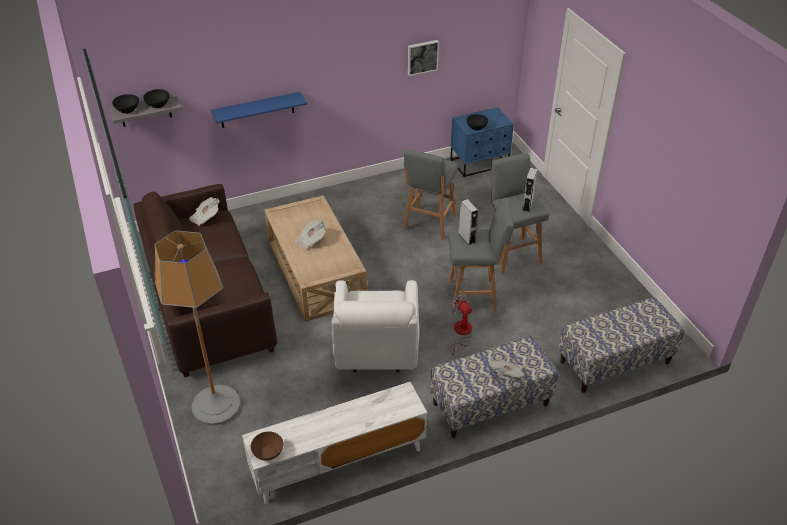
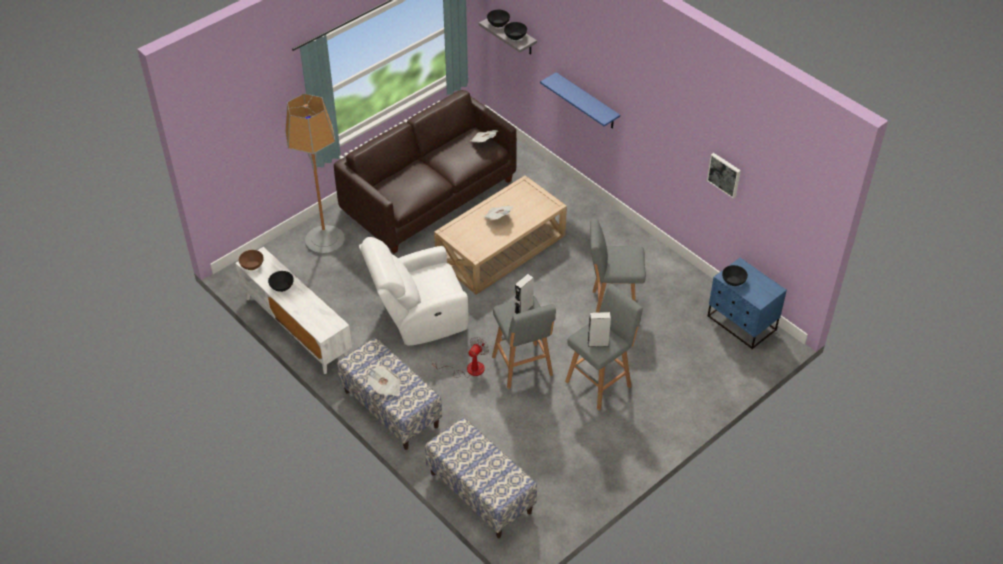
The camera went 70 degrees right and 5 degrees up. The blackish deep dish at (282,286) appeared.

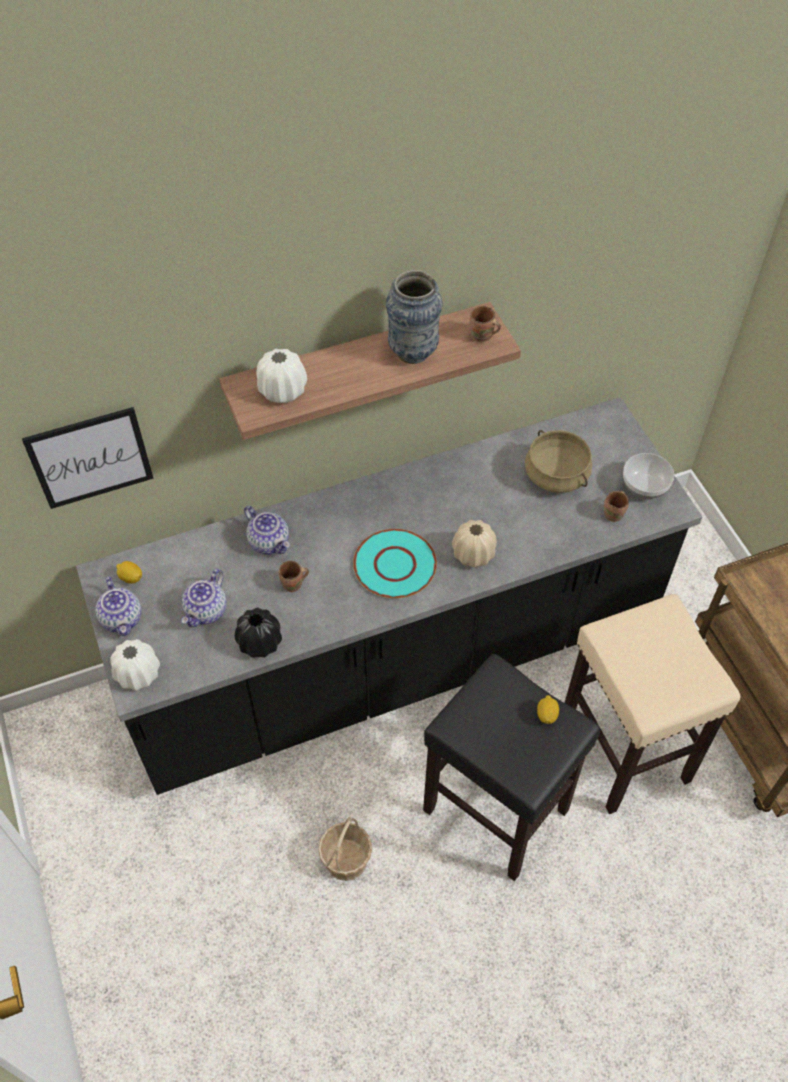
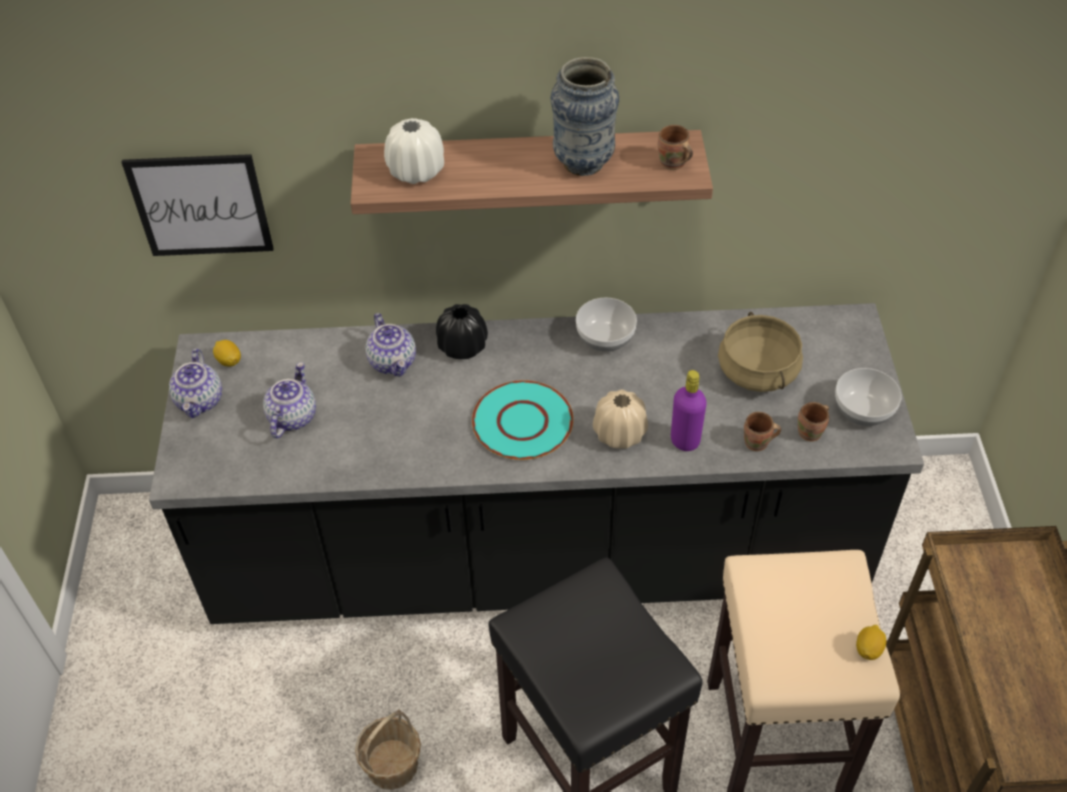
The camera went 20 degrees right and 5 degrees down. The pot for tea at (206,611) turned 150 degrees clockwise. The blackish vase moved from (260,642) to (462,346). The deep dish at (605,339) appeared. The purplish drink bottle at (685,441) appeared. The brown tea mug moved from (294,585) to (758,444). The lemon moved from (546,715) to (868,649). The white-coloured vase at (138,674) disappeared.

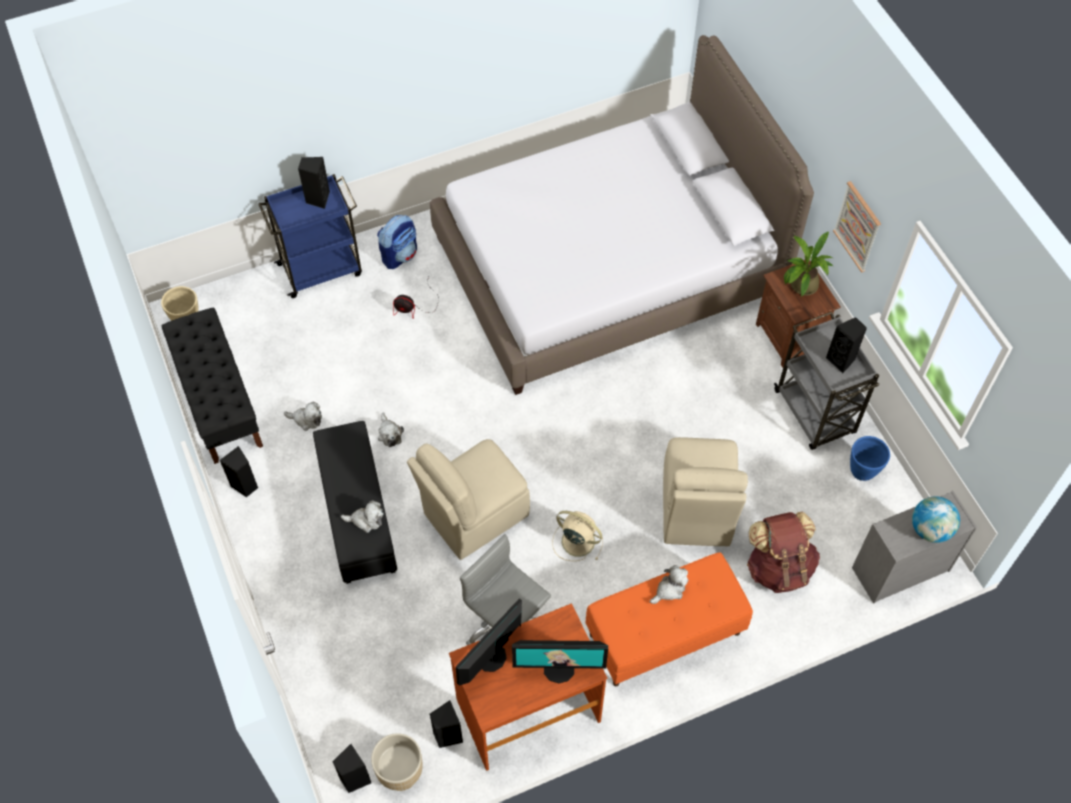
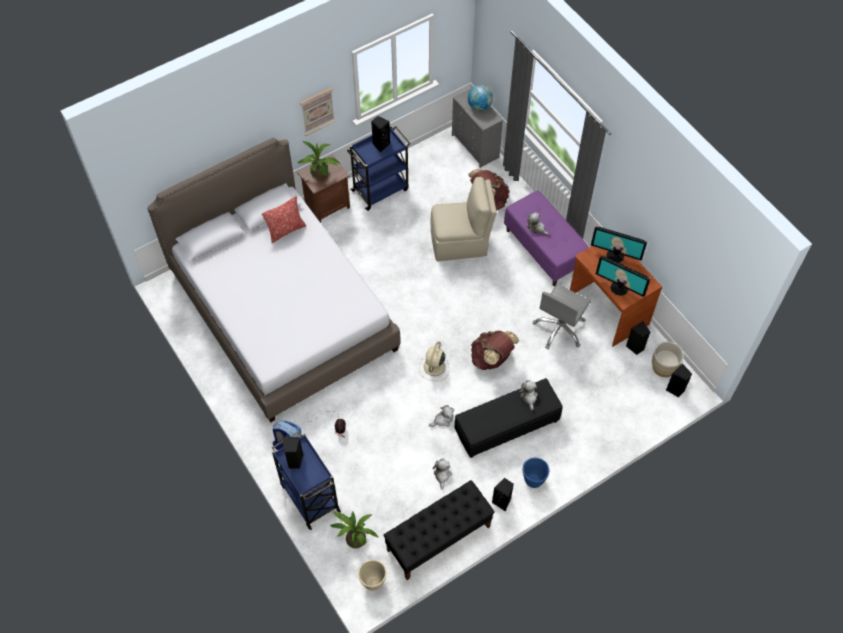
The camera went 100 degrees left and 0 degrees up. The pillow at (286,230) appeared. The houseplant at (354,537) appeared. The gray wheeled cart at (815,414) became the blue wheeled cart at (381,189). The sand-coloured electric fan moved from (576,540) to (434,367). The sand-coloured chair at (473,515) was replaced by the brown backpack at (492,359). The orange-coloured indoor bench at (664,634) became the purplish indoor bench at (544,250). The blue plant pot moved from (862,471) to (533,480). The monitor at (559,668) turned 120 degrees clockwise.

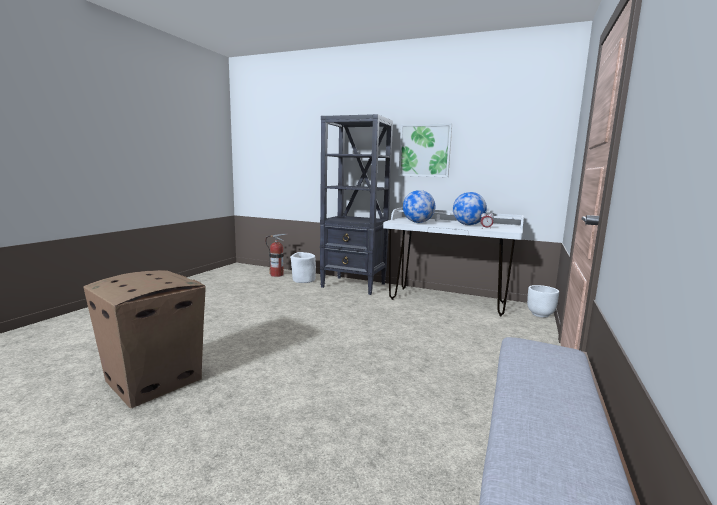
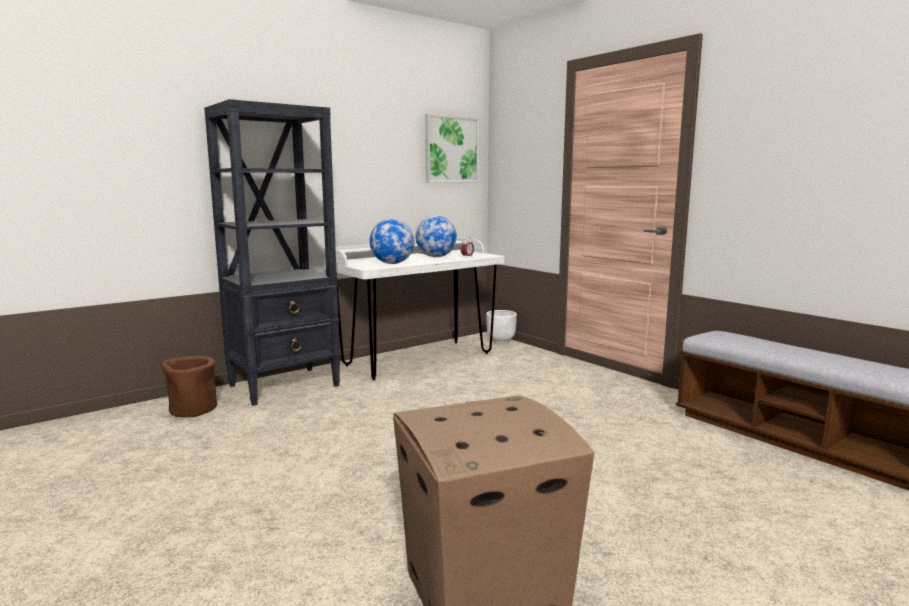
The camera went 60 degrees left and 0 degrees up. The white-coloured plant pot at (303,280) became the brown plant pot at (192,410). The wall art moved from (424,150) to (451,149). The fire extinguisher at (277,275) disappeared.

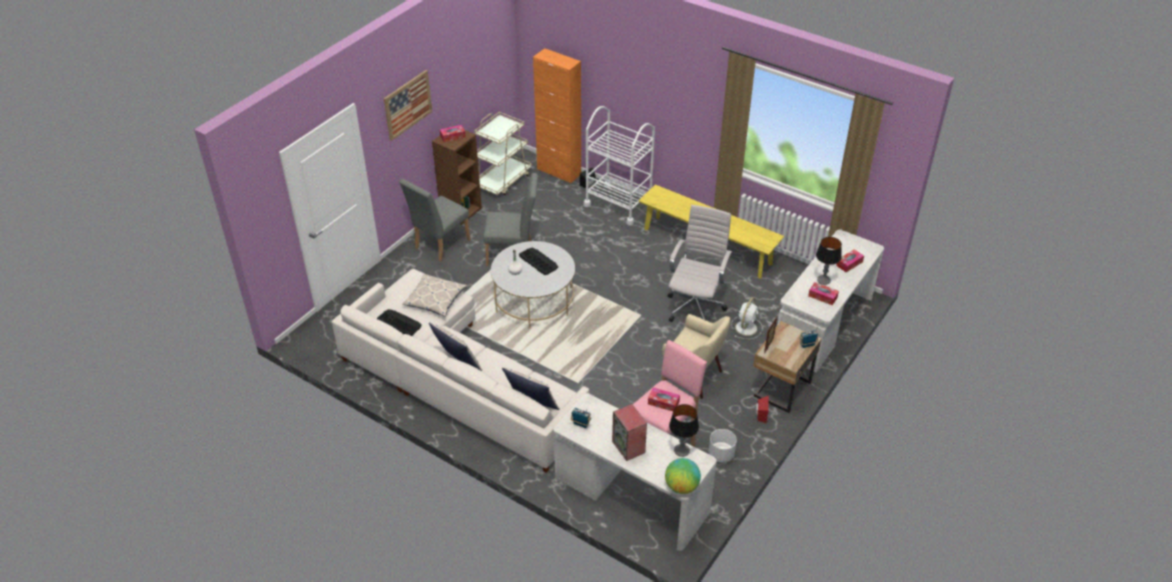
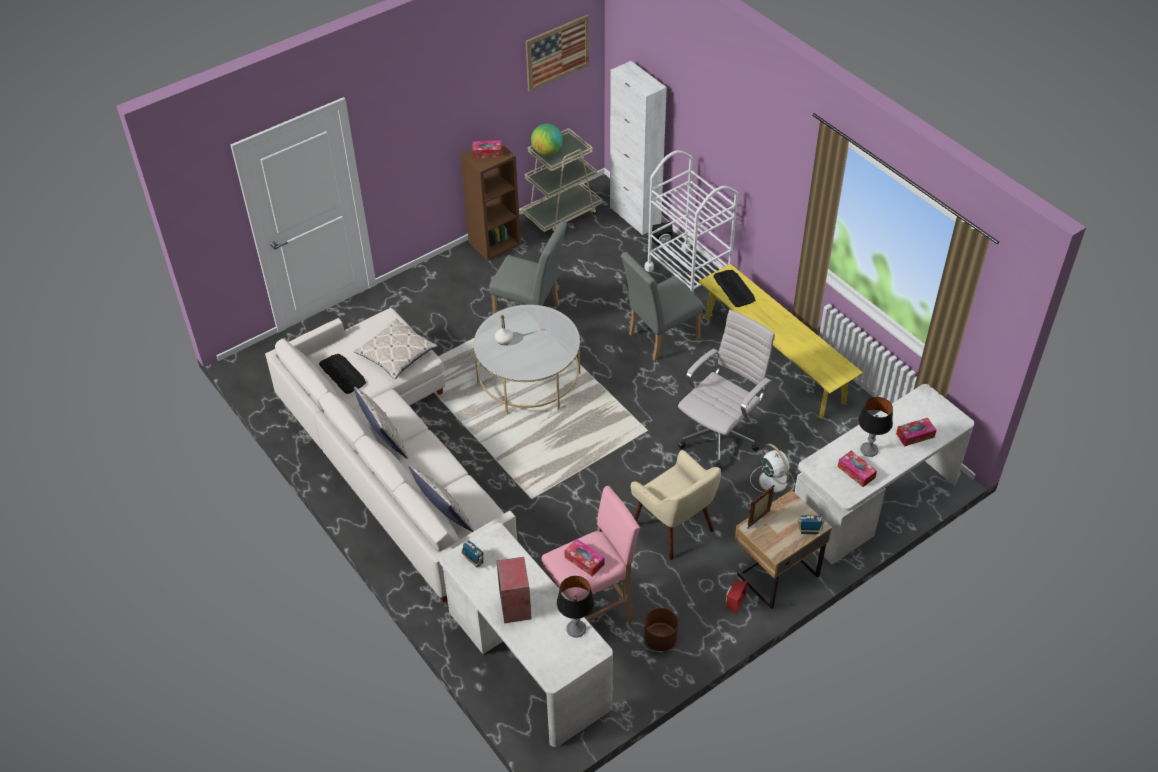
The camera went 20 degrees right and 5 degrees up. The wall art moved from (407,104) to (557,52). The desk globe moved from (681,487) to (547,152). The orange-coloured storage cabinet at (559,172) became the white-coloured storage cabinet at (635,216). The gray chair moved from (439,245) to (659,338). The white-coloured plant pot at (721,454) became the brown plant pot at (660,639). The keyboard moved from (538,261) to (734,288). The white-coloured electric fan at (746,327) turned 75 degrees counterclockwise.

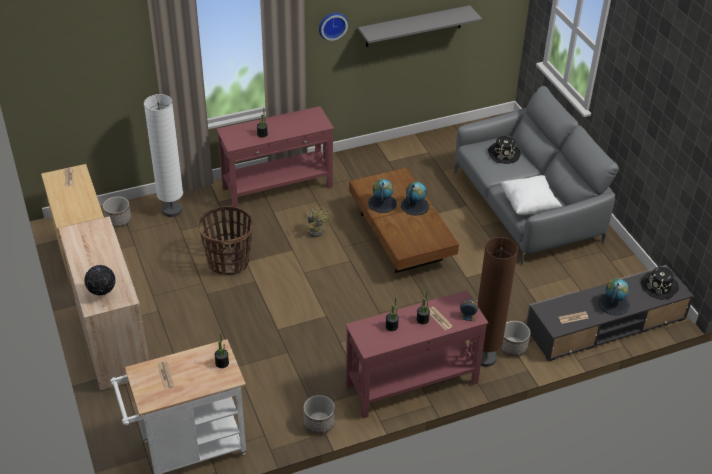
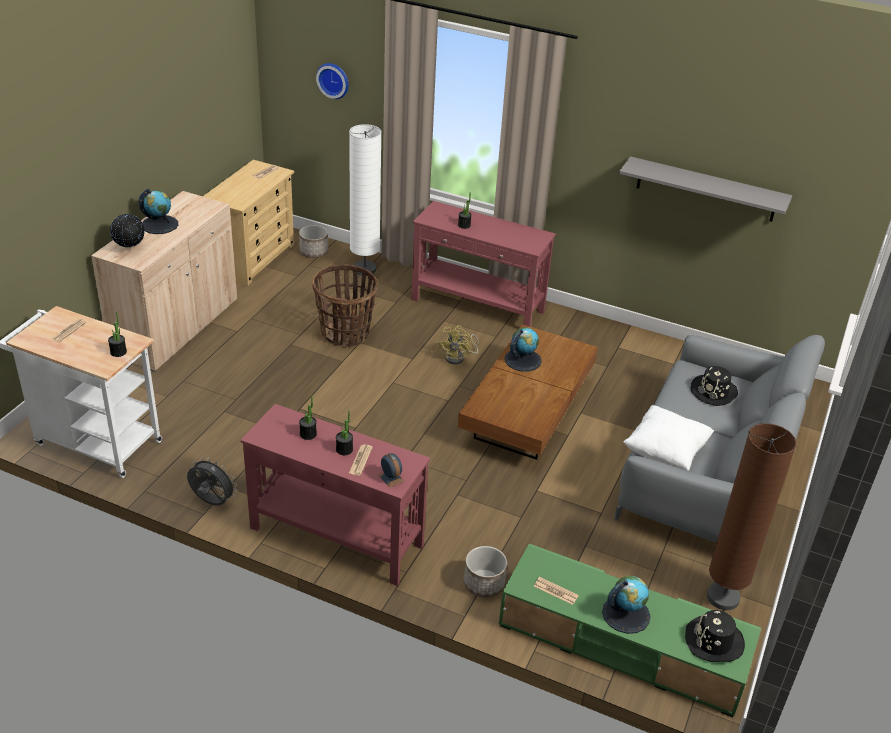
The camera went 45 degrees right and 5 degrees down. The desk globe moved from (415,206) to (160,224). The plant pot at (319,423) was replaced by the gray electric fan at (211,502). The hanging clock moved from (332,25) to (334,80). The gray media console at (605,324) became the green media console at (622,644). The brown standing lamp moved from (485,358) to (723,597).

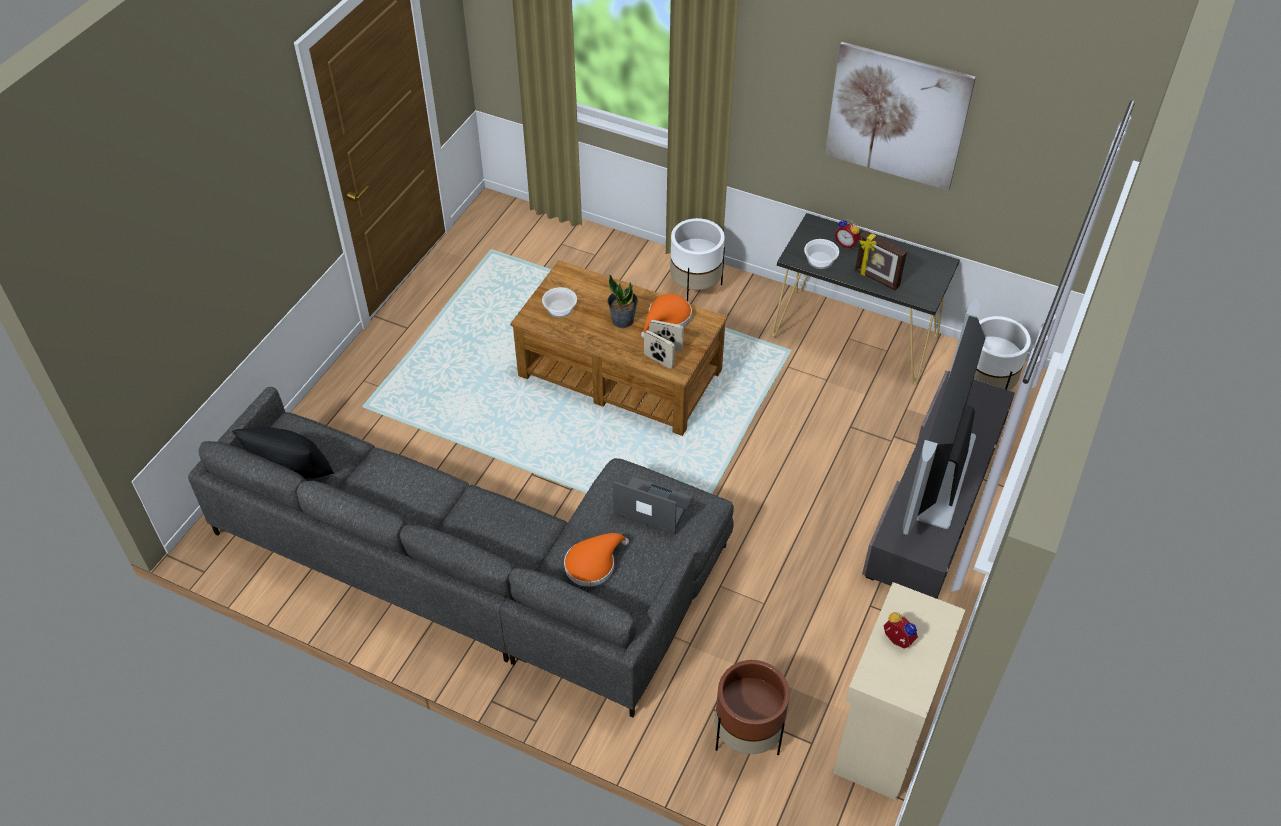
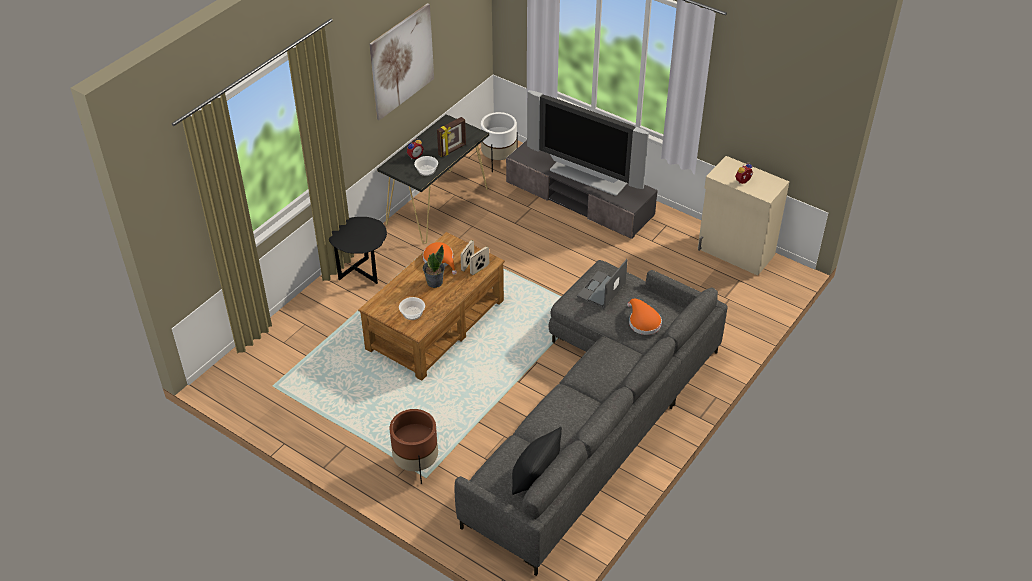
The camera went 80 degrees left and 5 degrees down. The white-coloured plant pot at (695,288) was replaced by the blackish accent table at (363,274). The brown plant pot moved from (747,736) to (416,465).

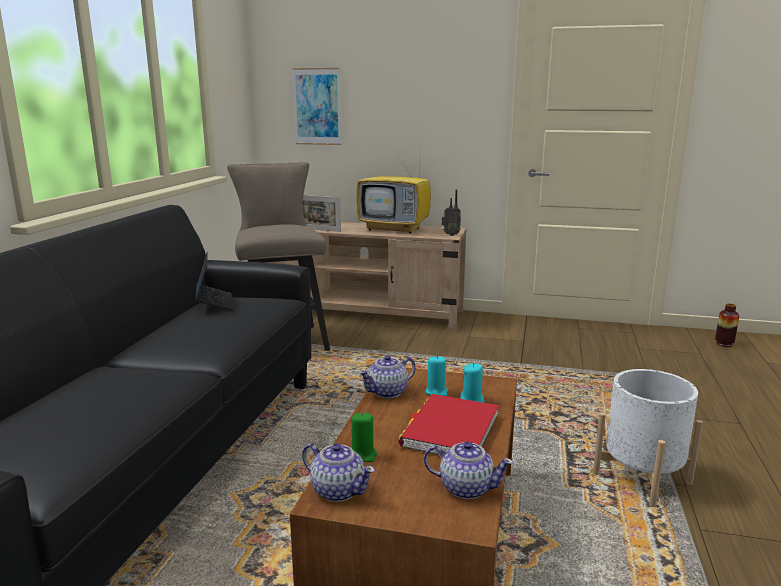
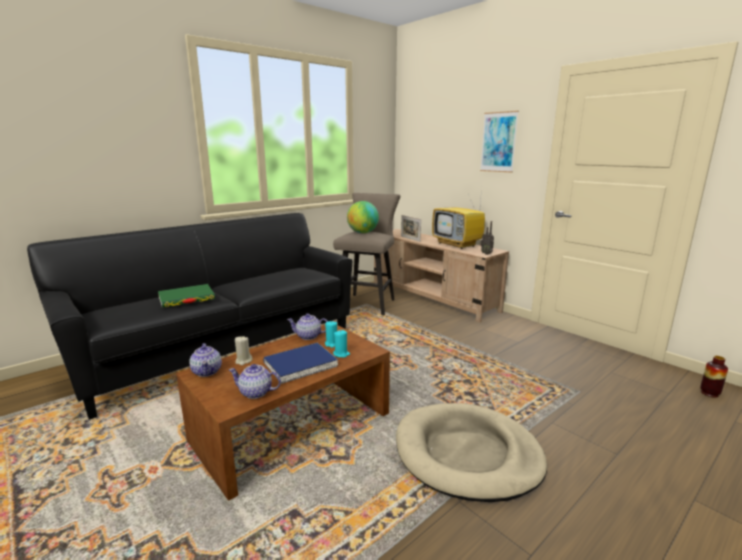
The camera went 35 degrees right and 0 degrees up. The green volume at (186,298) appeared. The pot for tea at (465,488) turned 135 degrees clockwise. The green wax light at (363,455) became the sand-coloured wax light at (243,361). The red-coloured volume at (450,431) became the blue volume at (300,365). The desk globe at (362,233) appeared. The white-coloured plant pot at (642,478) was replaced by the sand-coloured pet bed at (467,454). The wall art moved from (317,106) to (498,142). The portable computer at (214,303) disappeared.

